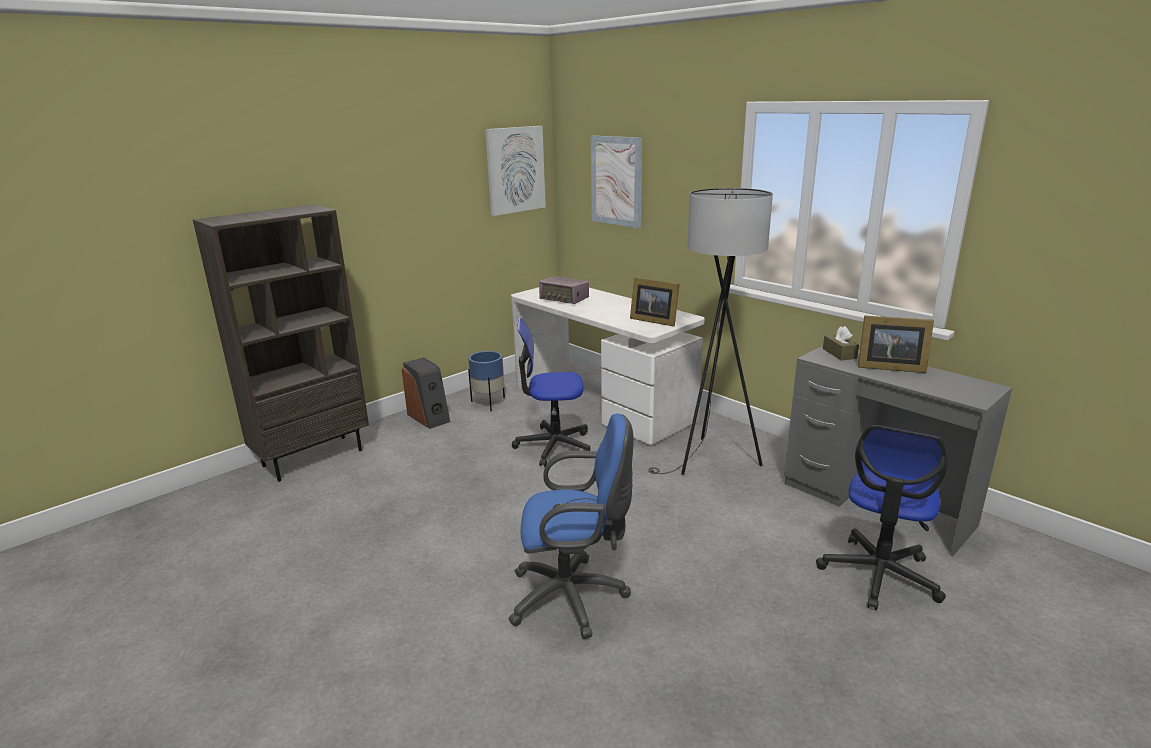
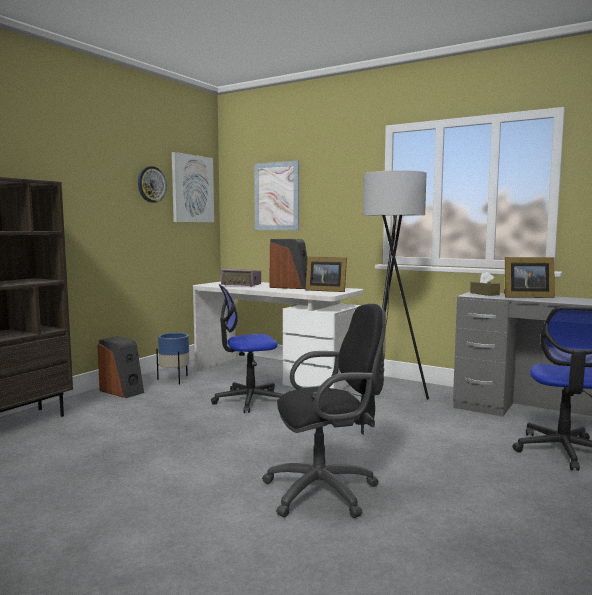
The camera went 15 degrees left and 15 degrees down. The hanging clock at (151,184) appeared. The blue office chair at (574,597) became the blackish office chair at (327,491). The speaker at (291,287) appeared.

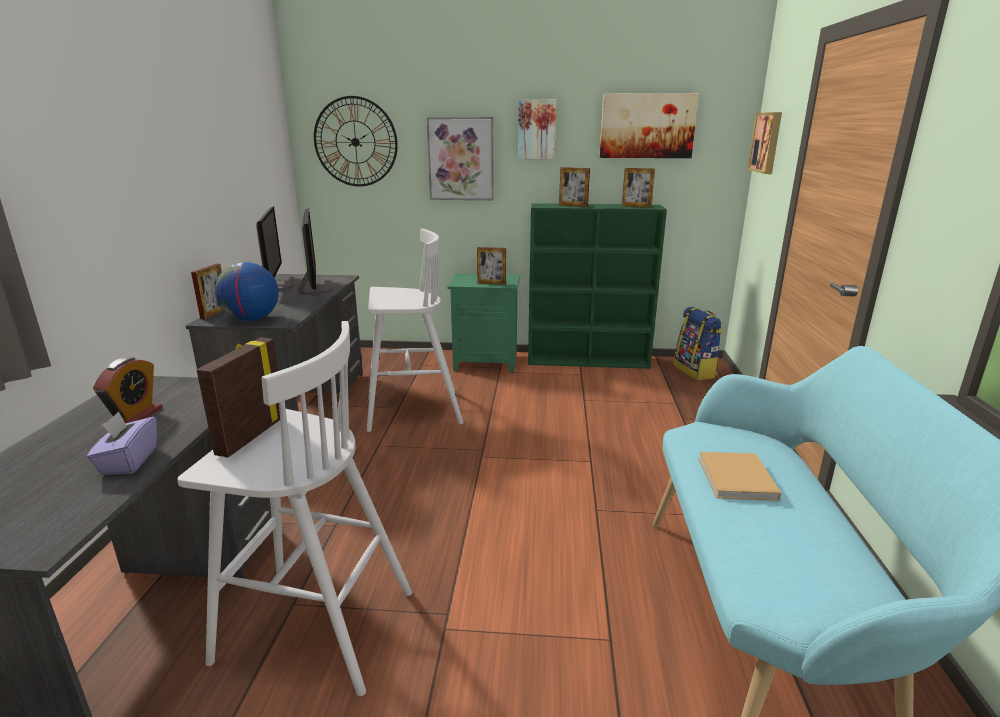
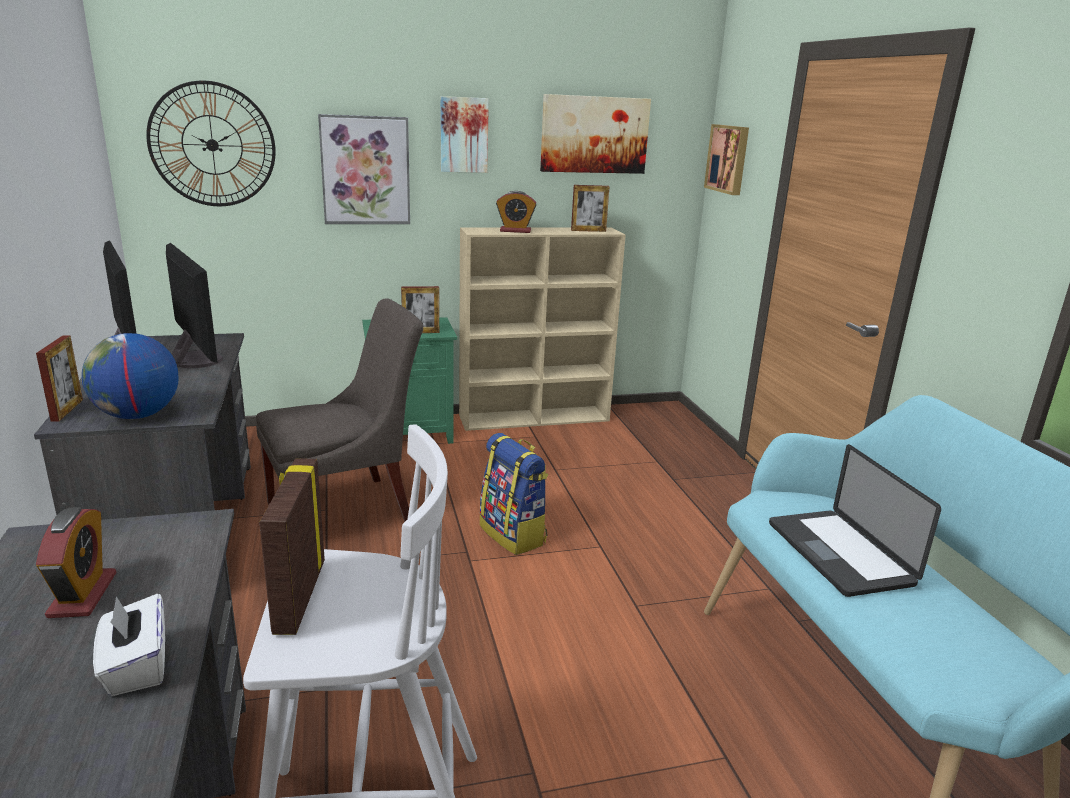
The camera went 20 degrees left and 0 degrees up. The purplish tissue box at (129,461) became the white-coloured tissue box at (136,667). The white-coloured stool seat at (411,411) was replaced by the gray chair at (347,512). The green bookshelf at (589,360) became the sand-coloured bookshelf at (535,418). The backpack moved from (695,371) to (514,534). The picture frame at (573,206) was replaced by the alarm clock at (515,231). The sand-coloured volume at (737,480) was replaced by the portable computer at (839,553).

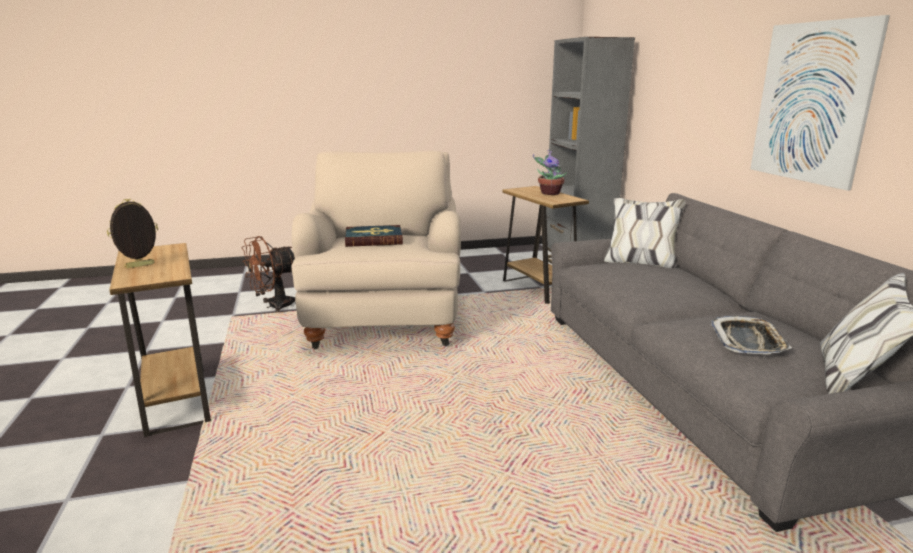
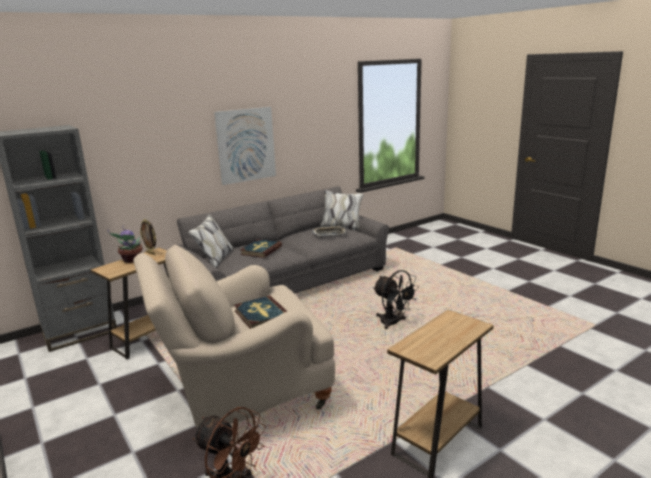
The camera went 110 degrees left and 0 degrees up. The picture frame moved from (140,266) to (151,253). The volume at (261,250) appeared. The blackish electric fan at (393,323) appeared.

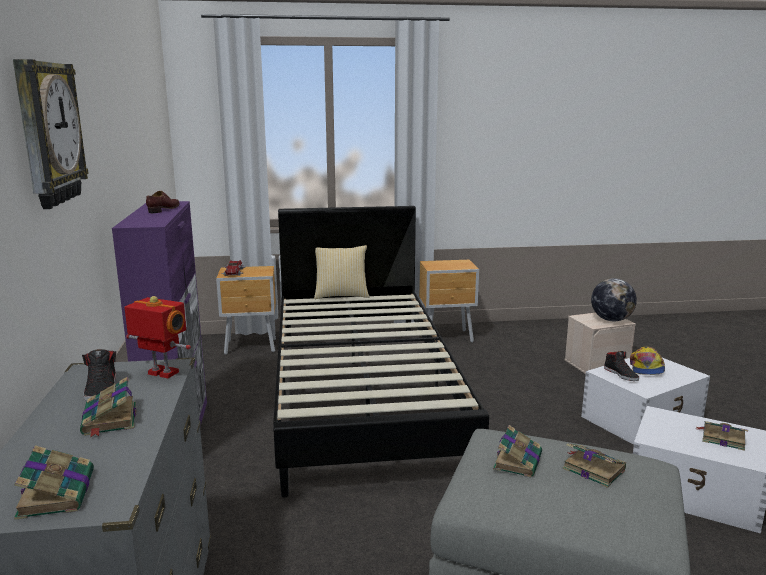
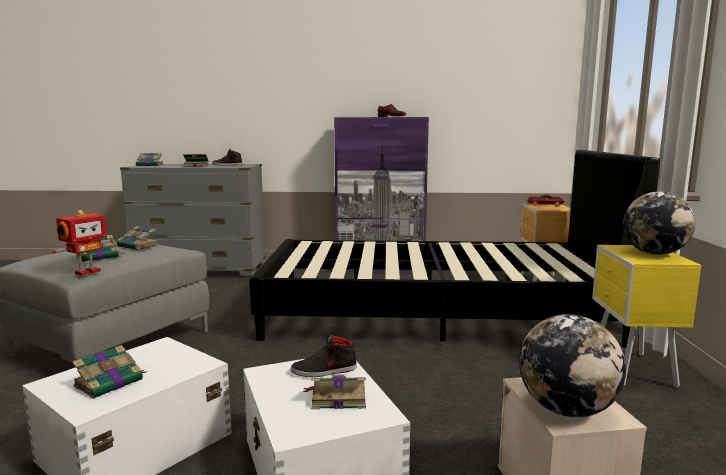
The camera went 100 degrees right and 5 degrees down. The toy robot moved from (162,374) to (87,272). The baseball cap at (646,368) was replaced by the volume at (337,397). The brown nightstand at (448,338) became the yellow nightstand at (631,370). The desk globe at (654,253) appeared. The hanging clock at (47,133) disappeared. The pillow at (341,295) disappeared.

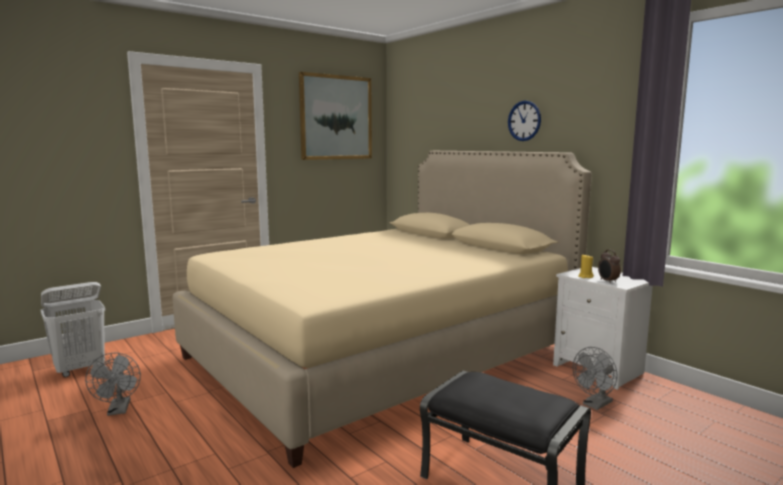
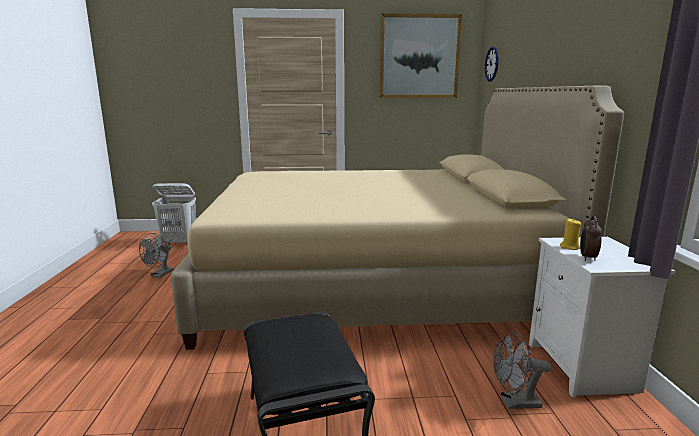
The camera went 35 degrees right and 5 degrees up. The hanging clock moved from (524,121) to (492,64).

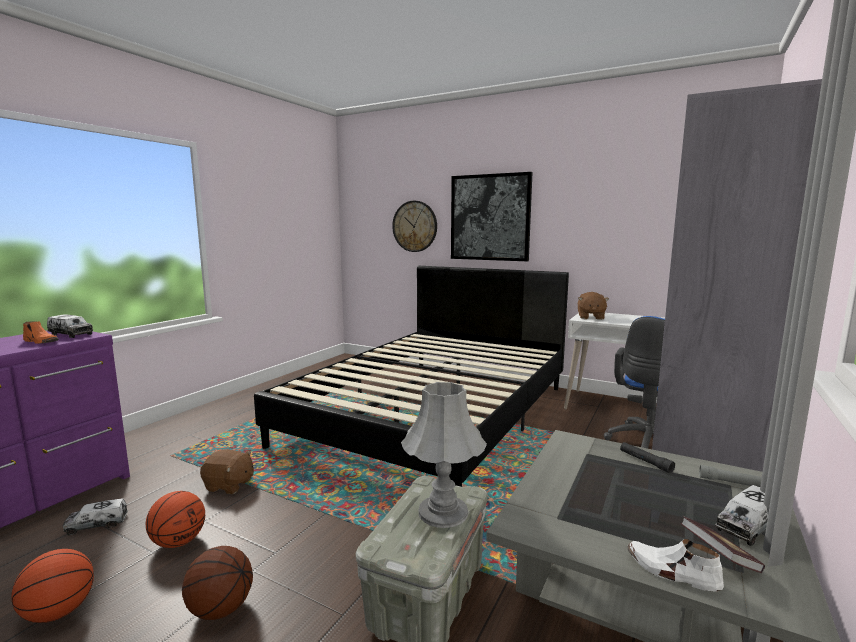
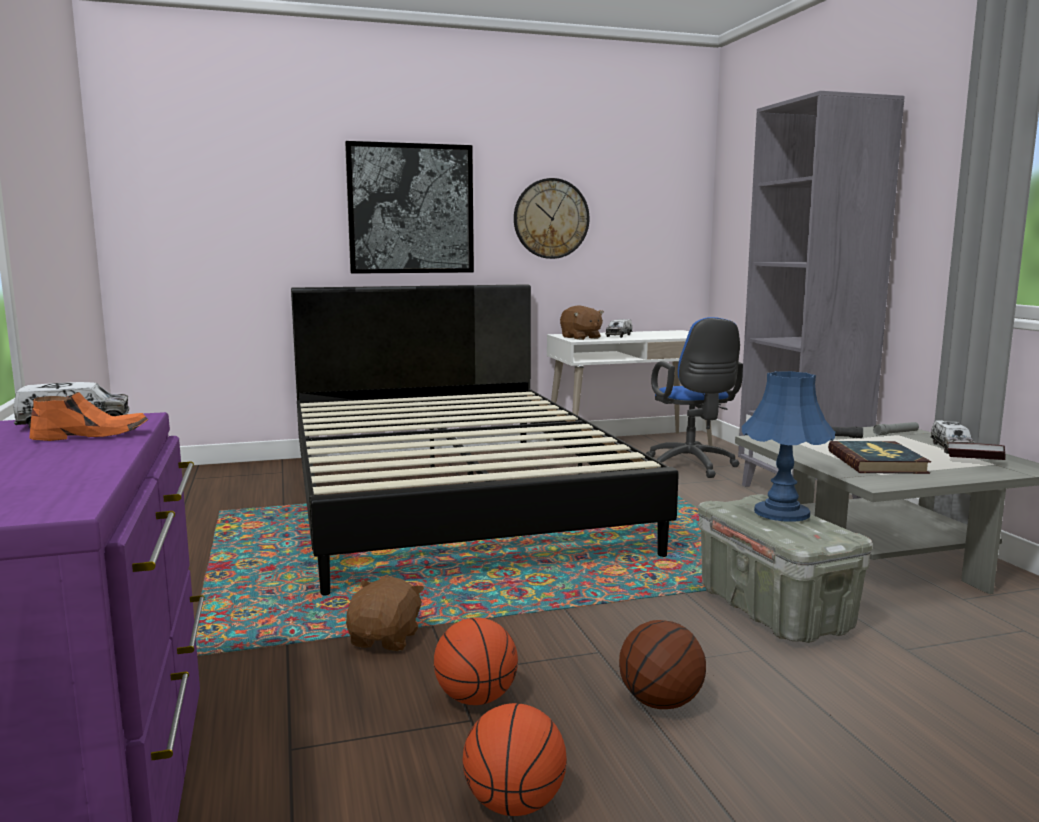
The camera went 45 degrees left and 0 degrees up. The brown soft toy at (229,485) turned 45 degrees counterclockwise. The hanging clock moved from (415,226) to (551,218). The model truck moved from (97,524) to (619,335). The gray table lamp at (443,512) became the blue table lamp at (782,512). The volume at (877,462) appeared. The white-coloured low shoe at (672,572) disappeared.

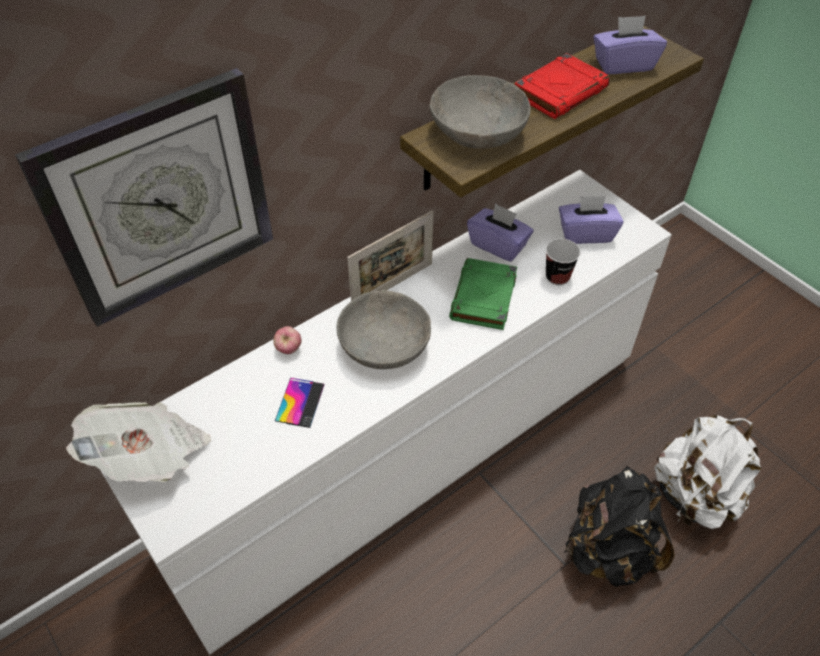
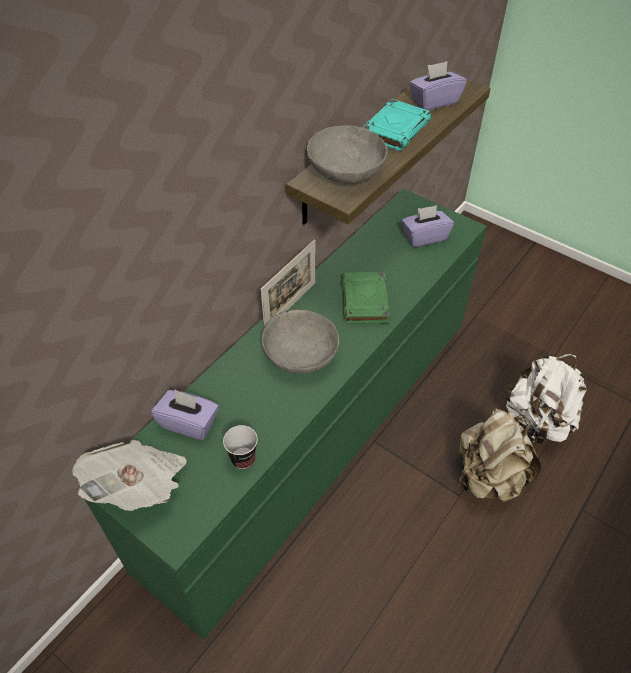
The camera went 15 degrees left and 0 degrees up. The white-coloured chest of drawers at (409,451) became the green chest of drawers at (314,437). The purplish tissue box moved from (498,245) to (189,423). The drinking cup moved from (557,277) to (243,459). The red-coloured volume at (560,91) became the turquoise-coloured volume at (396,129). The blackish backpack at (609,550) became the sand-coloured backpack at (488,477). The hanging clock at (160,199) disappeared. The whole apple at (289,349) disappeared. The telephone at (300,402) disappeared.

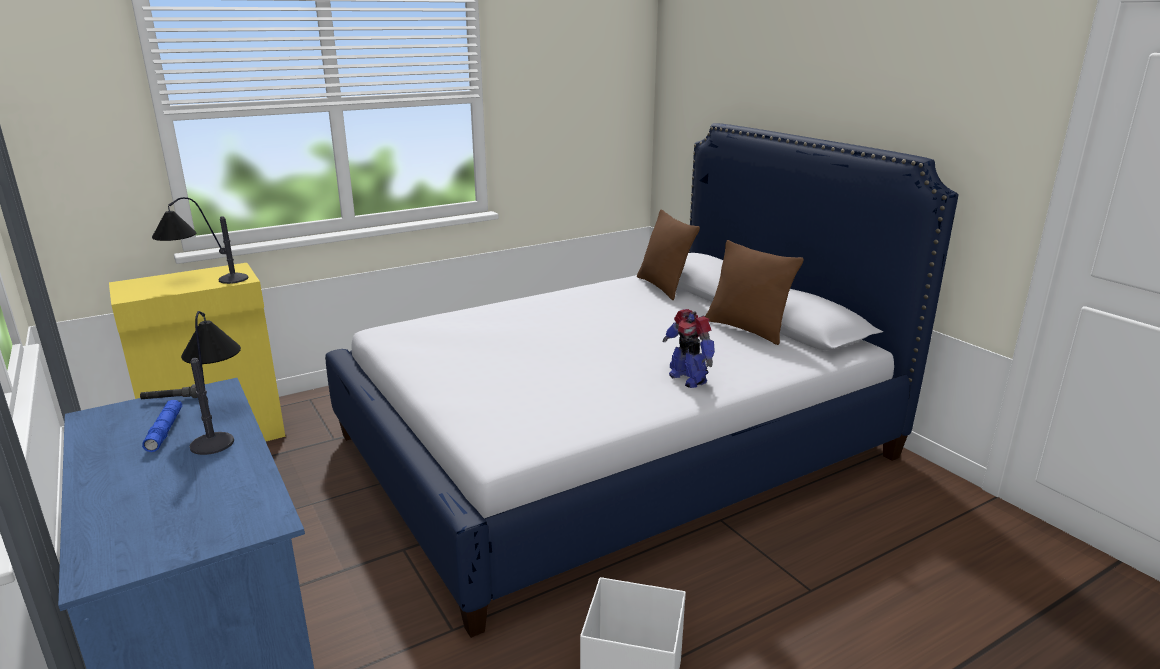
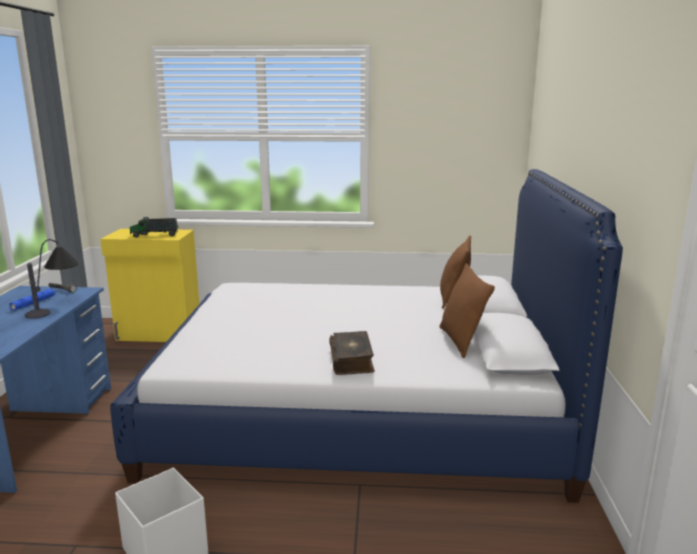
The camera went 35 degrees right and 5 degrees down. The table lamp at (202,281) was replaced by the model truck at (155,235). The toy robot at (688,378) was replaced by the volume at (352,360).

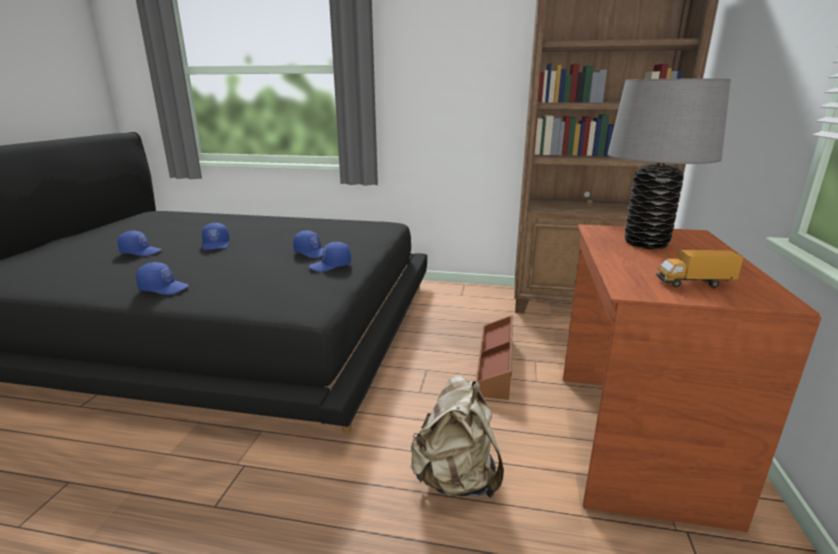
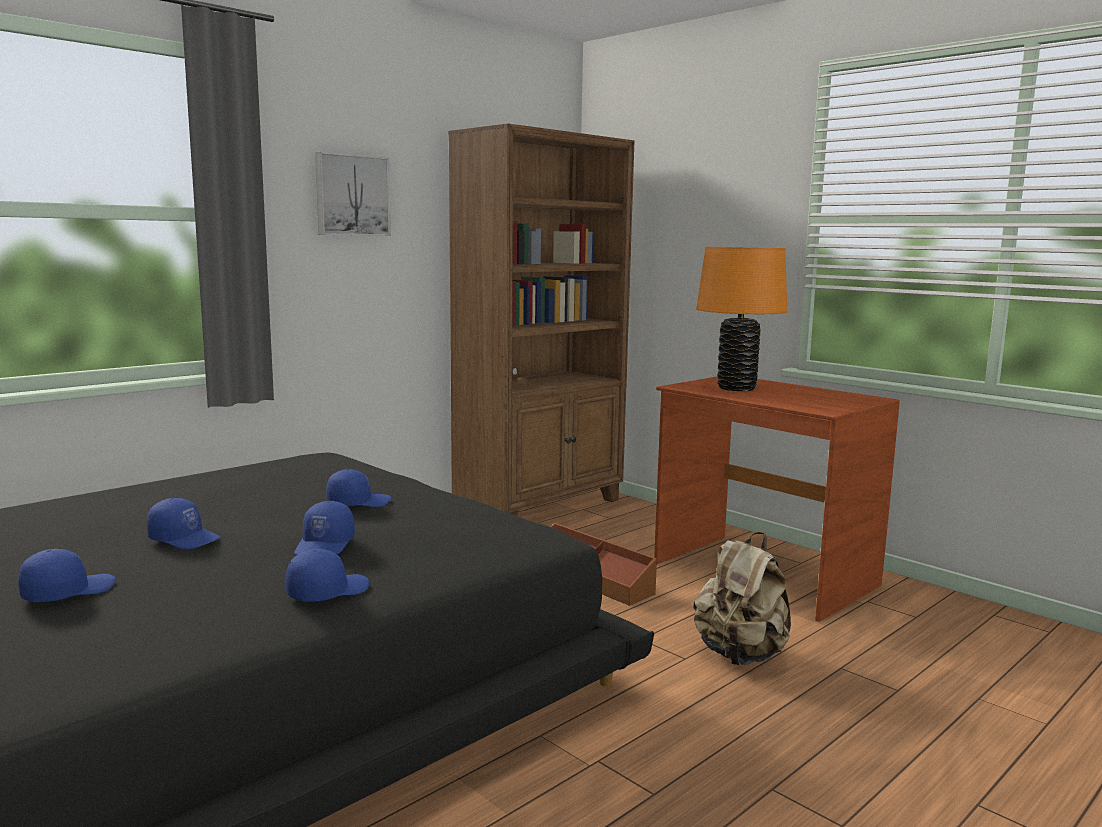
The camera went 55 degrees left and 10 degrees down. The blue baseball cap moved from (330,266) to (325,545). The wall art at (351,195) appeared. The gray table lamp at (646,243) became the orange-coloured table lamp at (736,388). The model truck at (694,283) disappeared.

